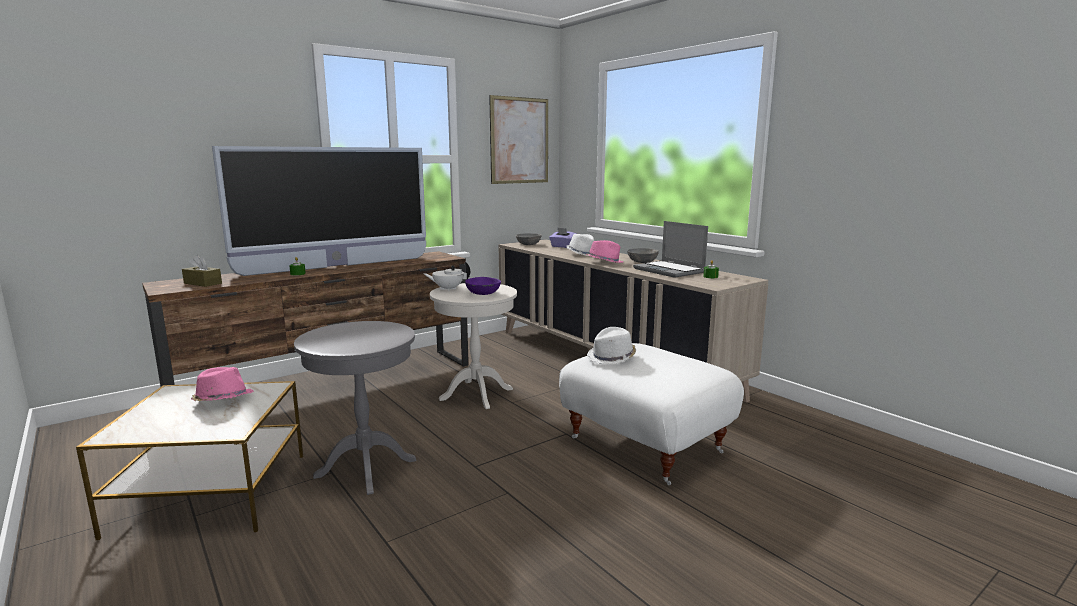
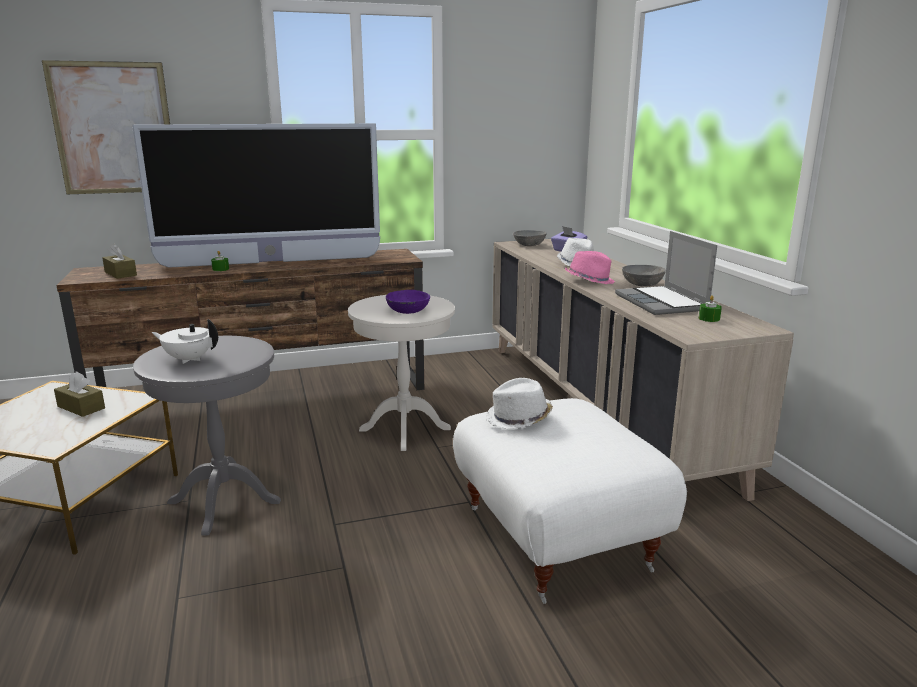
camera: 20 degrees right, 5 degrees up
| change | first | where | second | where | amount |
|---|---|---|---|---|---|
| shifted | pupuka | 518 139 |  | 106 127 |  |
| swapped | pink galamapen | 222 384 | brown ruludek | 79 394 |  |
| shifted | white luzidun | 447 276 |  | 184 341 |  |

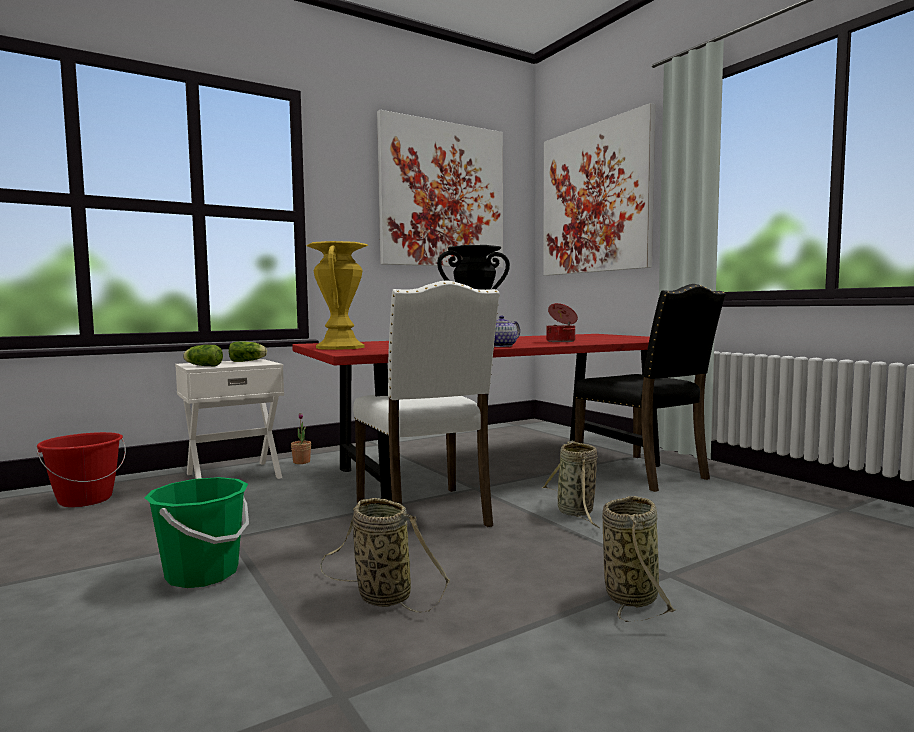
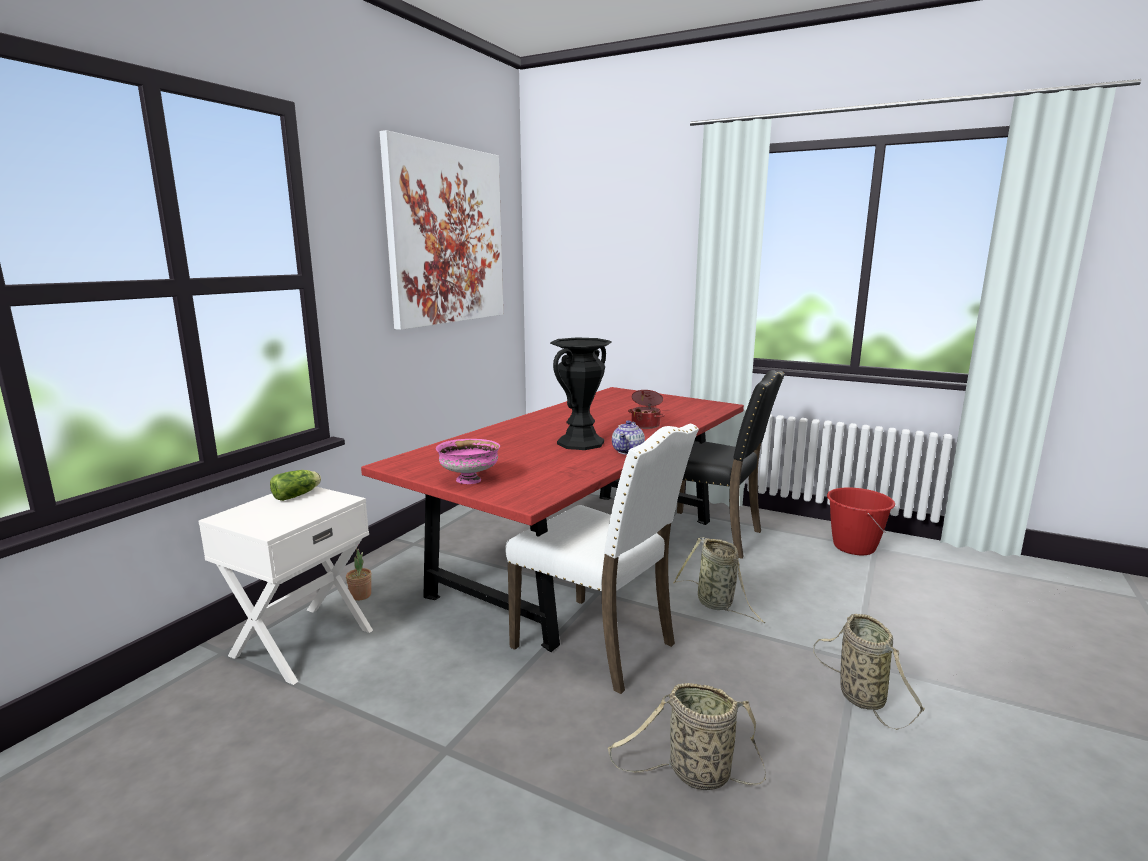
camera: 30 degrees left, 10 degrees up
| change | first | where | second | where | amount |
|---|---|---|---|---|---|
| swapped | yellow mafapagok | 337 295 | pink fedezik | 468 461 |  |
| shifted | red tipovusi | 81 469 |  | 861 521 |  |
| gone | green tipovusi | 197 532 |  |  |  |
| gone | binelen | 203 356 |  |  |  |
| gone | pupuka | 599 189 |  |  |  |

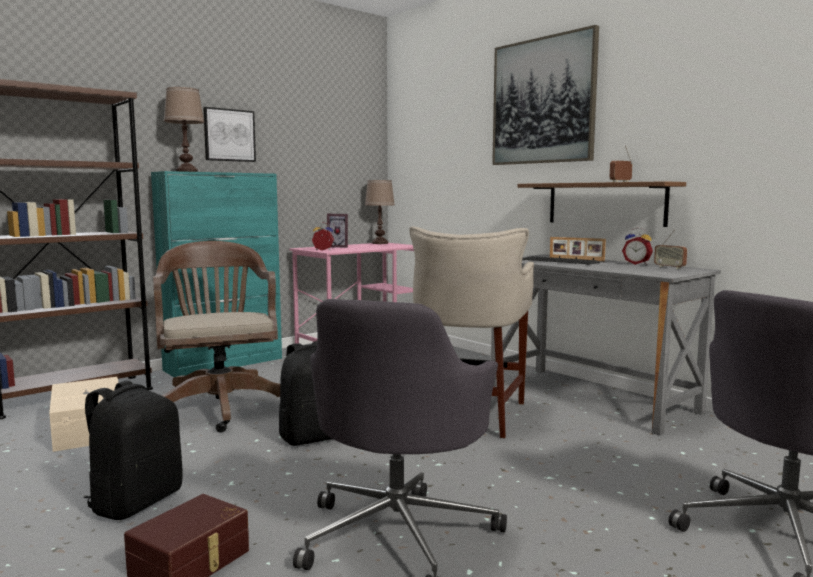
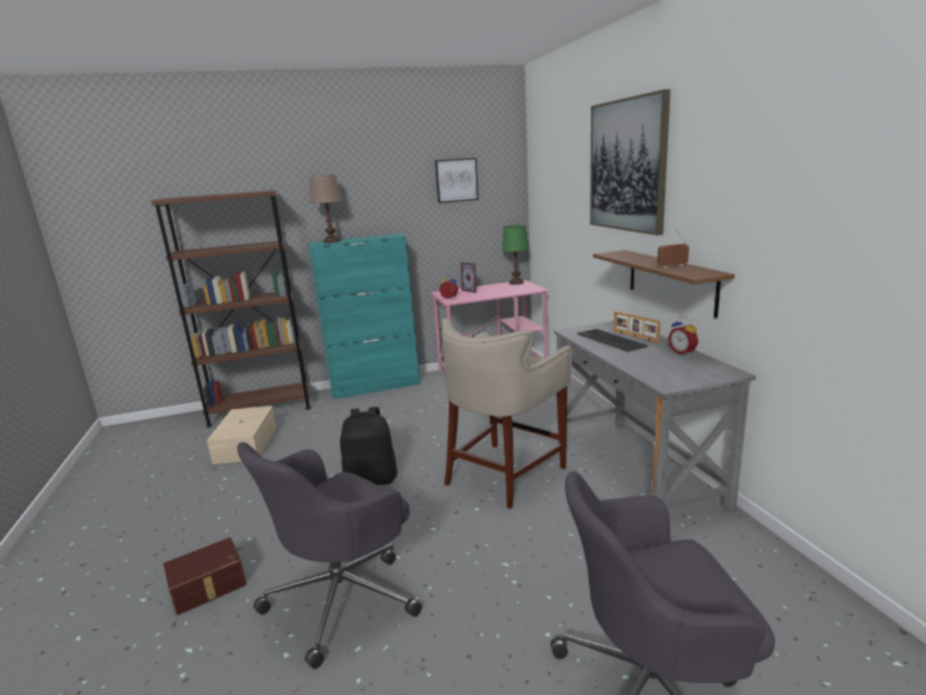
camera: 25 degrees right, 10 degrees up
| change | first | where | second | where | amount |
|---|---|---|---|---|---|
| shifted | pupuka | 229 134 |  | 456 180 |  |
| repainted | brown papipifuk | 380 212 | green papipifuk | 515 255 |  |
| gone | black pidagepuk | 133 450 |  |  |  |
| gone | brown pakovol | 216 336 |  |  |  |
| gone | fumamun | 670 249 |  |  |  |

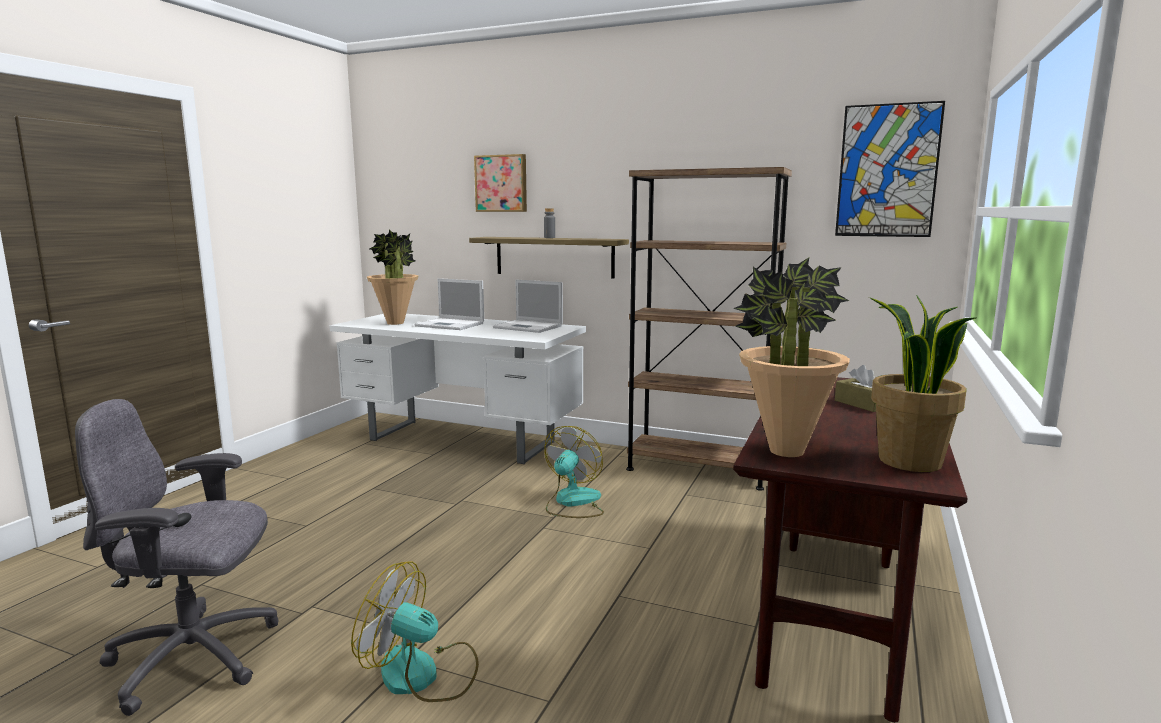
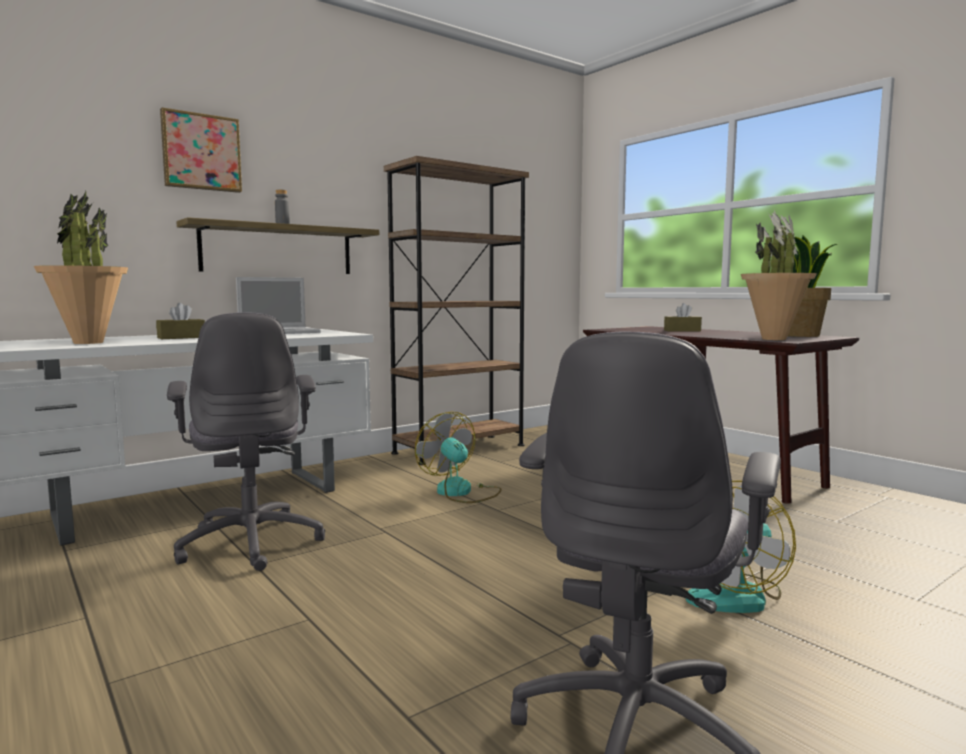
camera: 60 degrees left, 5 degrees down
| change | first | where | second | where | amount |
|---|---|---|---|---|---|
| swapped | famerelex | 449 304 | brown ruludek | 180 321 |  |
| new |  |  | grey pakovol | 246 441 |  |
| gone | pupuka | 890 169 |  |  |  |

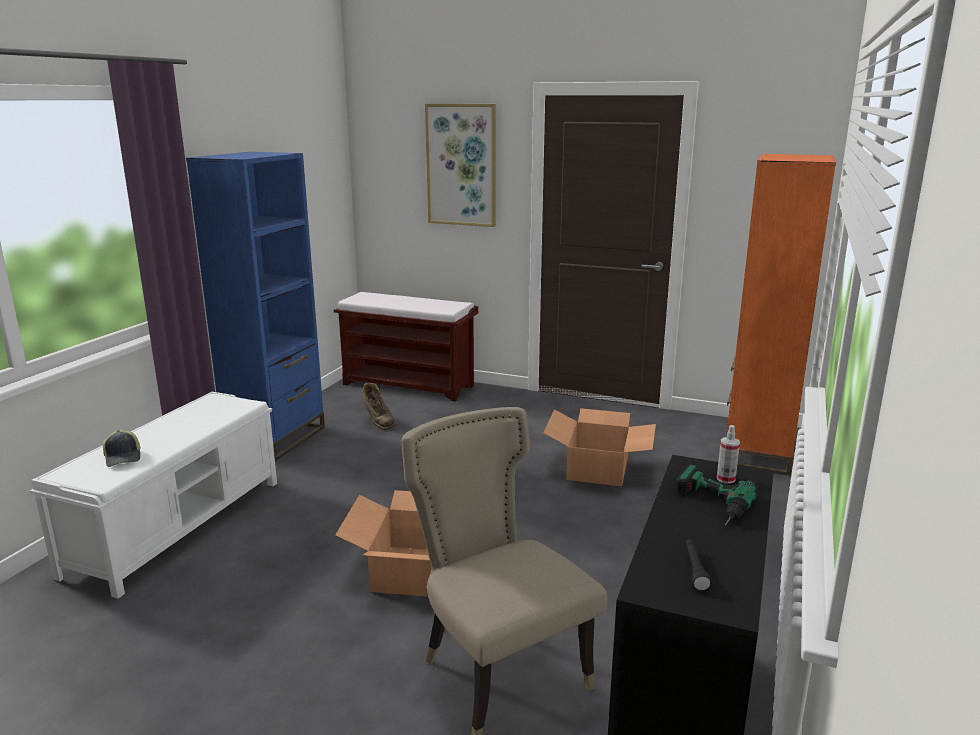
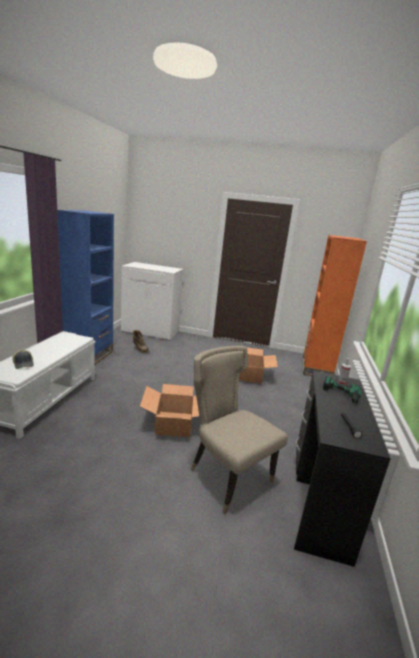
camera: 10 degrees left, 0 degrees up
| change | first | where | second | where | amount |
|---|---|---|---|---|---|
| swapped | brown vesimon | 406 346 | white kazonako | 152 301 |  |
| gone | pupuka | 460 165 |  |  |  |

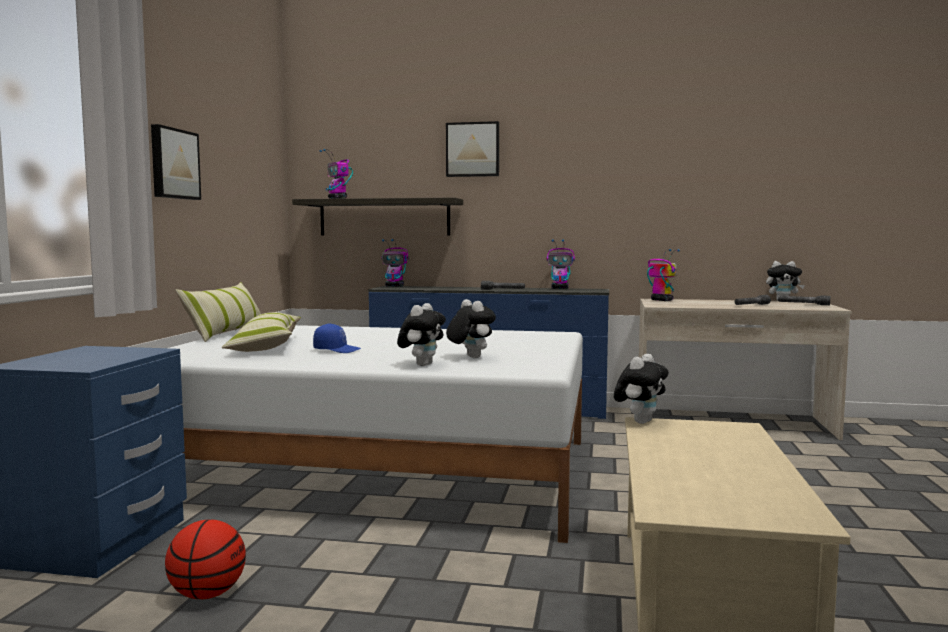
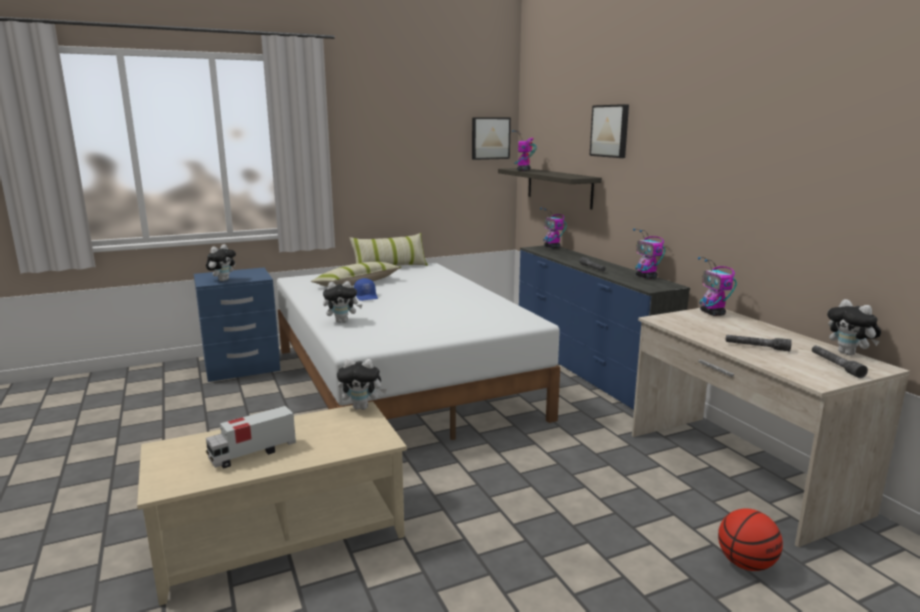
camera: 55 degrees right, 10 degrees up
| change | first | where | second | where | amount |
|---|---|---|---|---|---|
| shifted | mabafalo | 471 329 |  | 221 262 |  |
| new |  |  | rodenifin | 251 437 |  |
| shifted | pupuka | 176 162 |  | 491 138 |  |
| rotated | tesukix | 663 275 |  | 717 286 | 150 degrees clockwise |
| shifted | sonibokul | 205 559 |  | 750 540 |  |

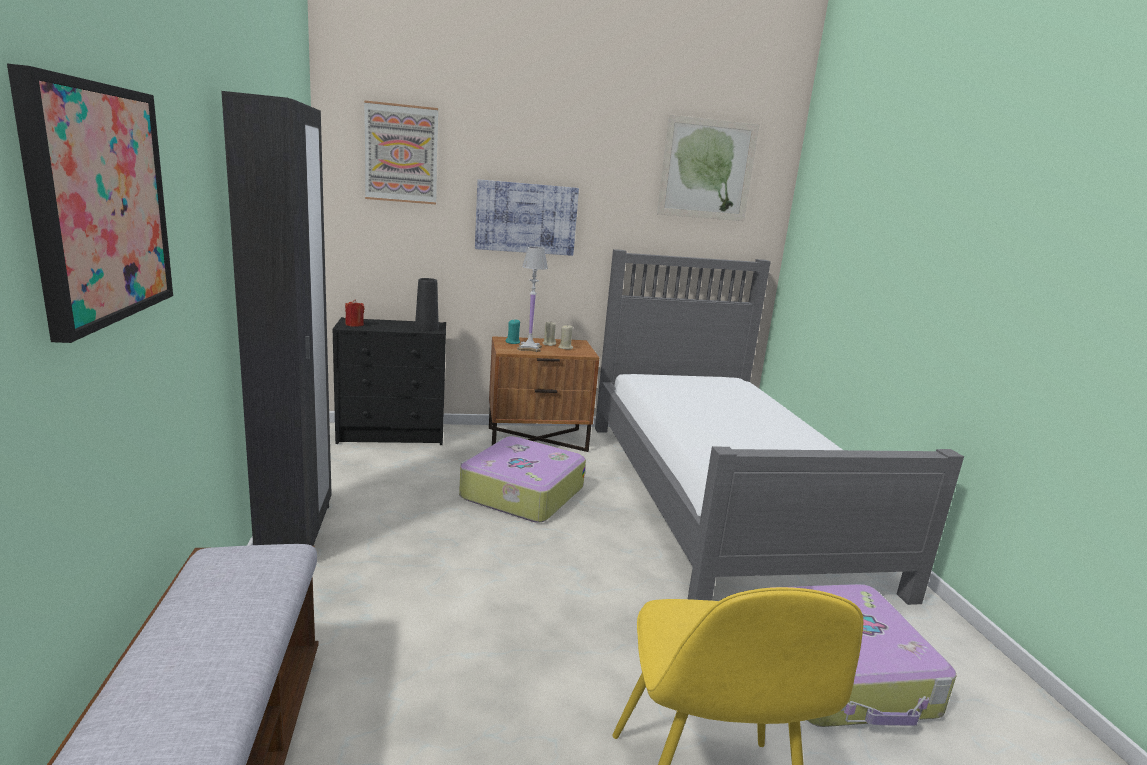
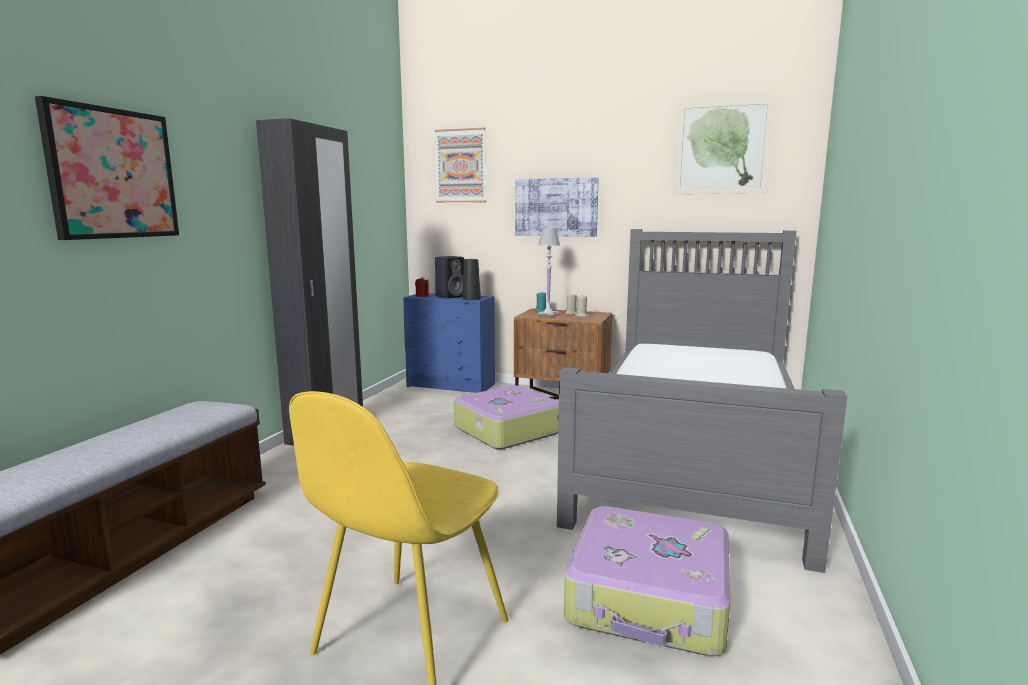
camera: 30 degrees right, 5 degrees down
| change | first | where | second | where | amount |
|---|---|---|---|---|---|
| repainted | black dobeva | 389 381 | blue dobeva | 449 343 |  |
| new |  |  | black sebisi | 449 277 |  |

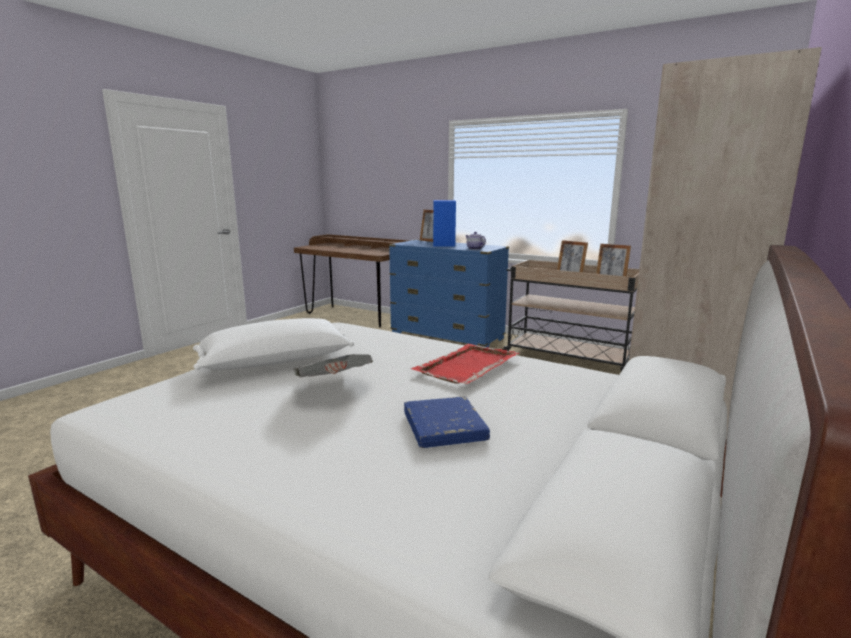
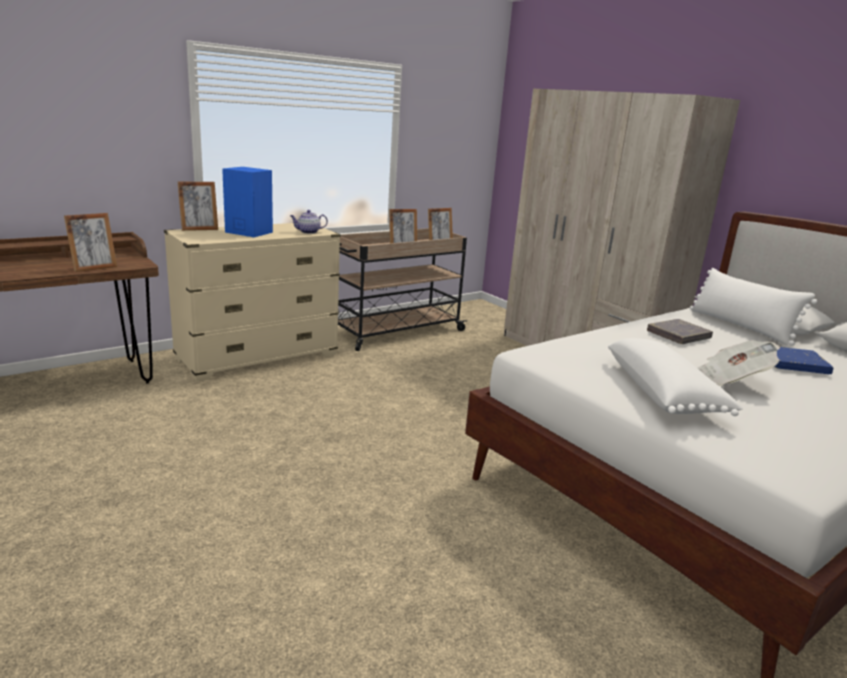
camera: 70 degrees left, 5 degrees up
| change | first | where | second | where | amount |
|---|---|---|---|---|---|
| new |  |  | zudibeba | 90 242 |  |
| repainted | blue dobeva | 449 293 | beige dobeva | 252 302 |  |
| swapped | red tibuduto | 465 364 | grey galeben | 680 331 |  |
| new |  |  | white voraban | 753 306 |  |

